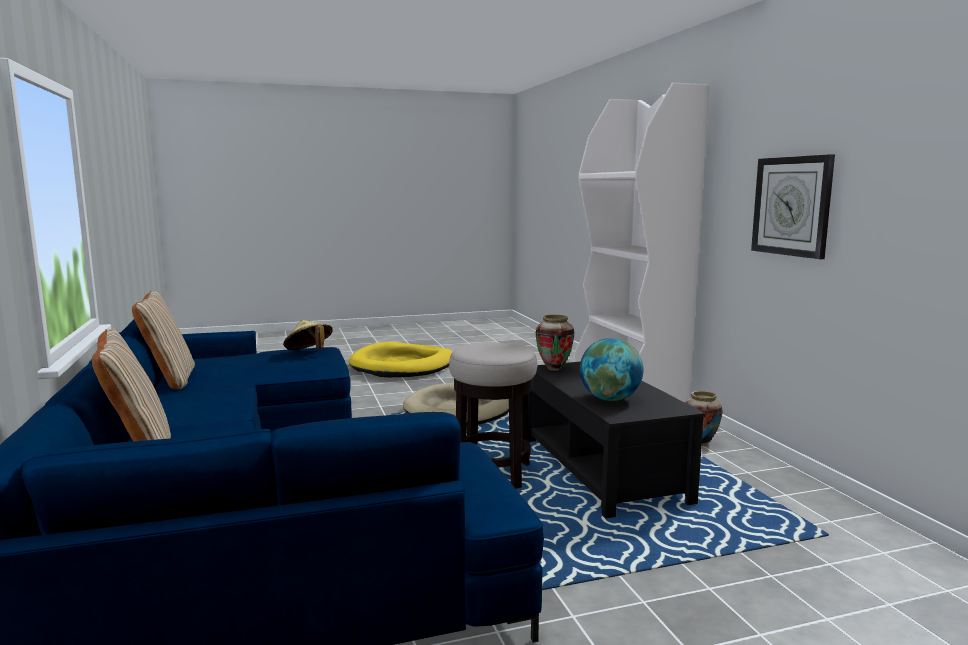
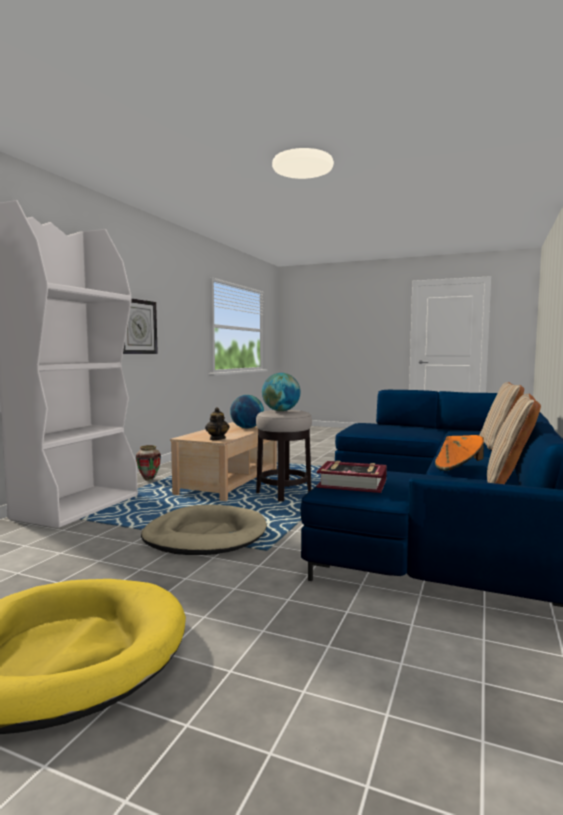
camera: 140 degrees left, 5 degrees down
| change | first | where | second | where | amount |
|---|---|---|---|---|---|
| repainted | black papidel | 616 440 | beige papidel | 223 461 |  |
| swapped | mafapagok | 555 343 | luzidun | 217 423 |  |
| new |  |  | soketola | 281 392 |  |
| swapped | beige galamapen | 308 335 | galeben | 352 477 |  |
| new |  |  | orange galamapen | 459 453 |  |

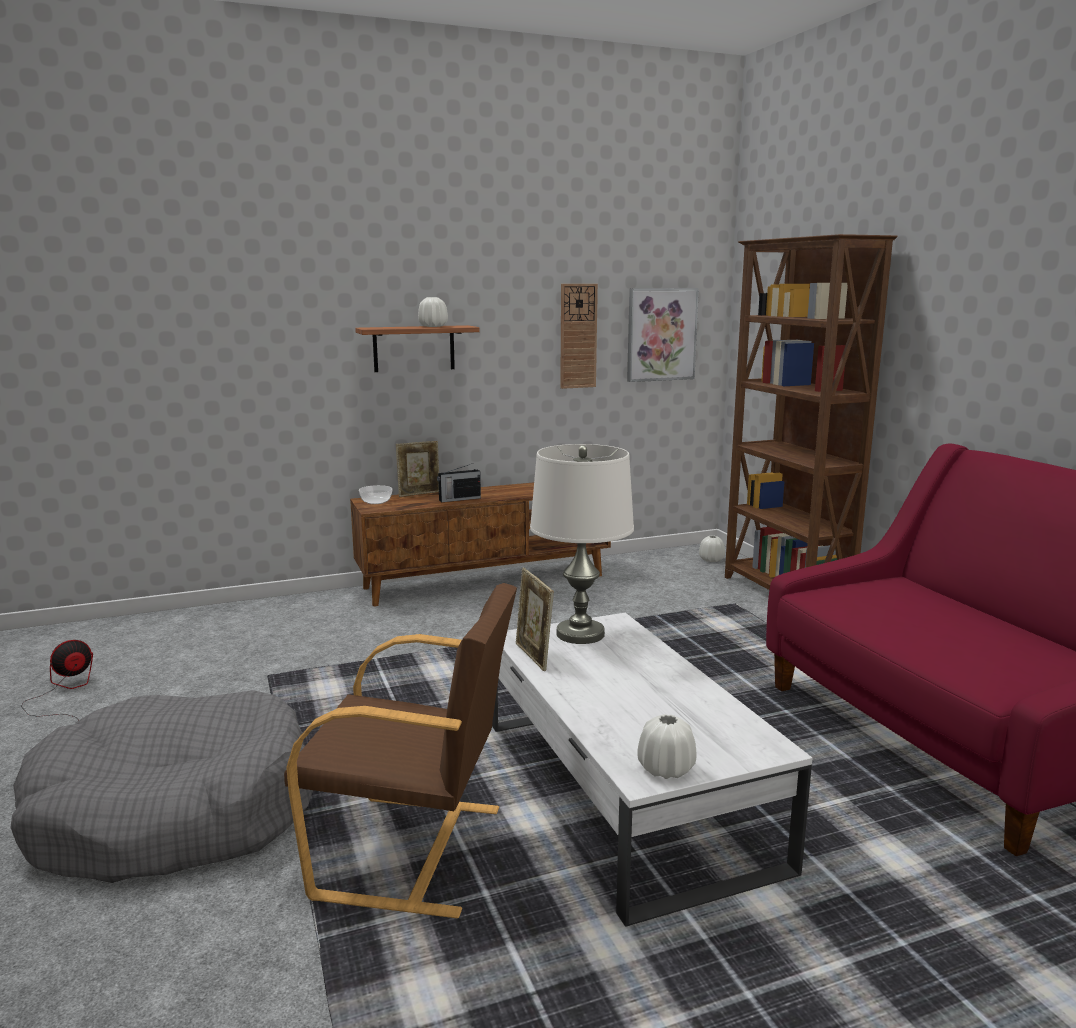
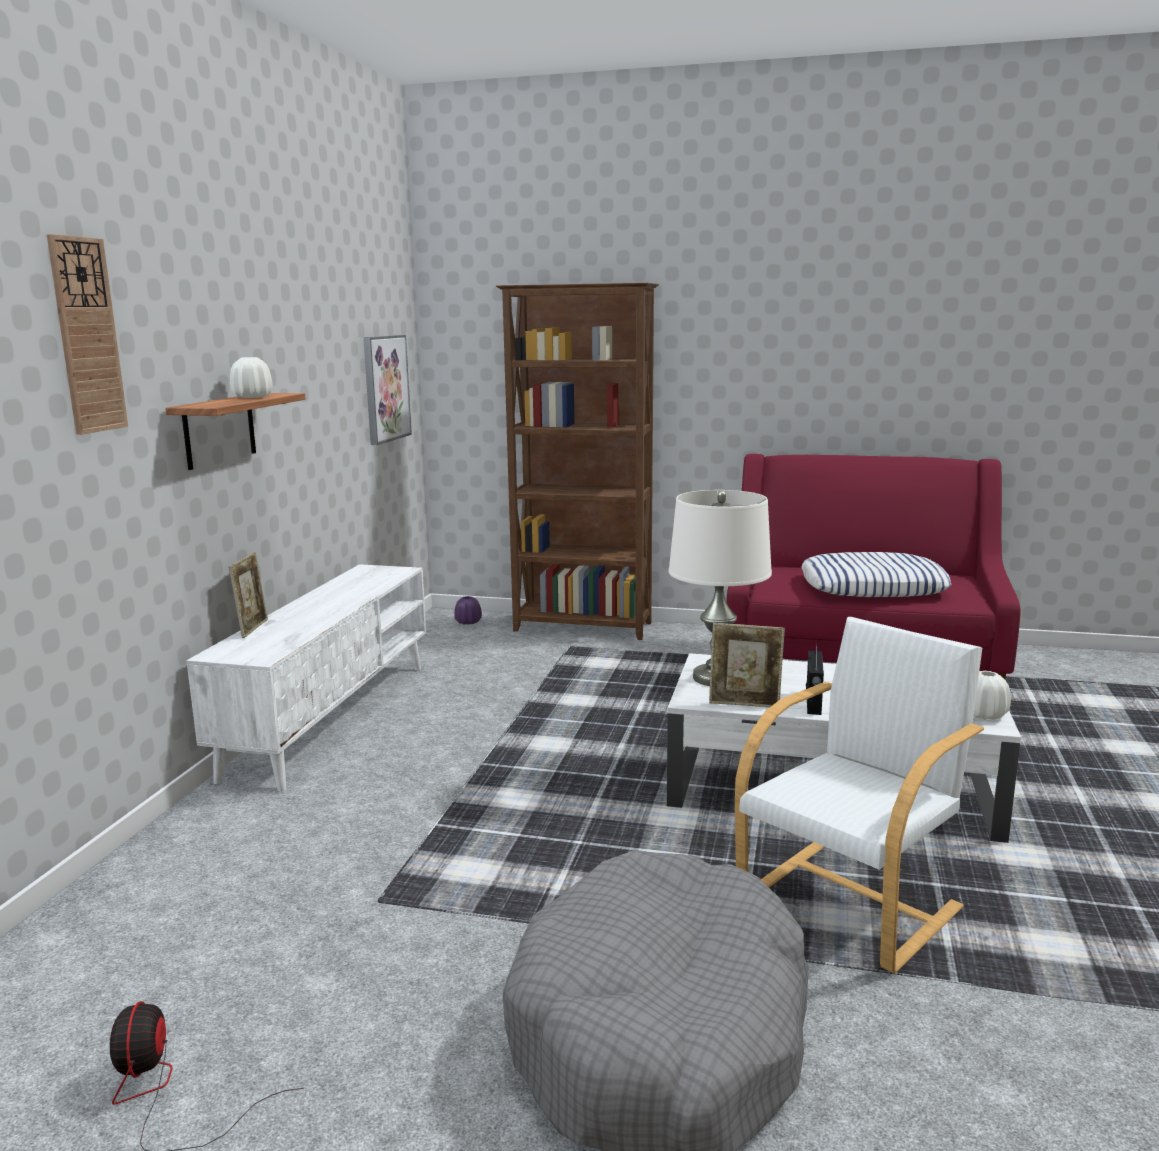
camera: 55 degrees left, 0 degrees up
| change | first | where | second | where | amount |
|---|---|---|---|---|---|
| shifted | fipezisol | 579 336 |  | 87 334 |  |
| repainted | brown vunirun | 480 544 | white vunirun | 306 678 |  |
| repainted | white mafapagok | 712 548 | purple mafapagok | 468 610 |  |
| repainted | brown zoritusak | 400 750 | white zoritusak | 859 795 |  |
| new |  |  | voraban | 876 574 |  |
| shifted | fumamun | 459 482 |  | 815 678 |  |
| gone | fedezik | 376 494 |  |  |  |

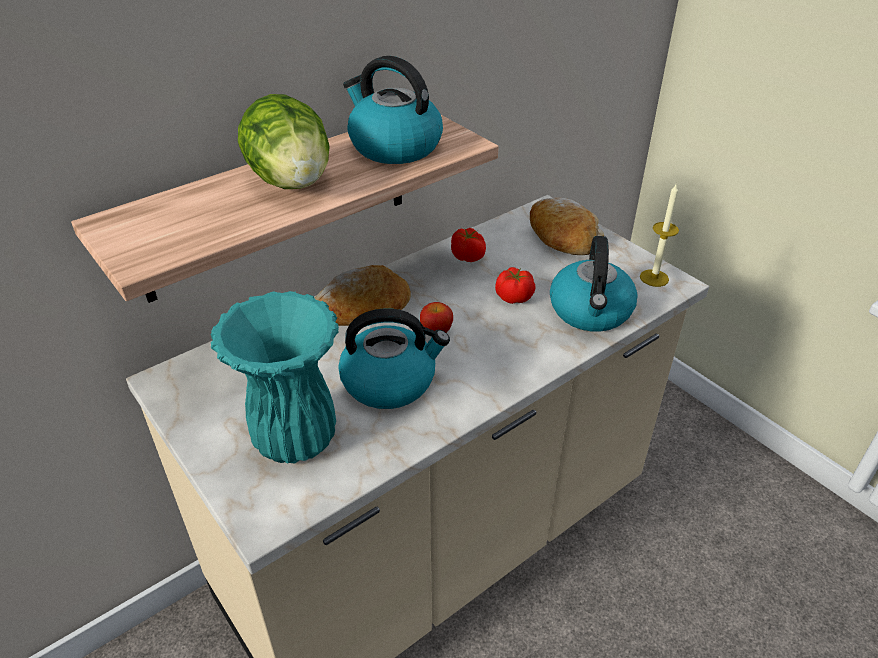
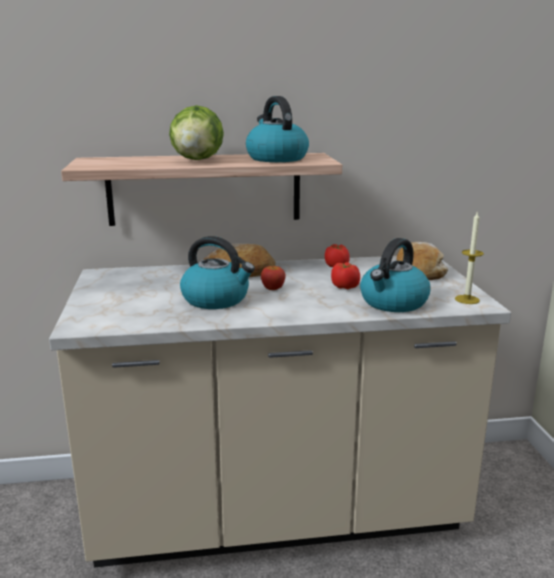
camera: 30 degrees right, 20 degrees down
| change | first | where | second | where | amount |
|---|---|---|---|---|---|
| gone | turquoise mafapagok | 275 377 |  |  |  |

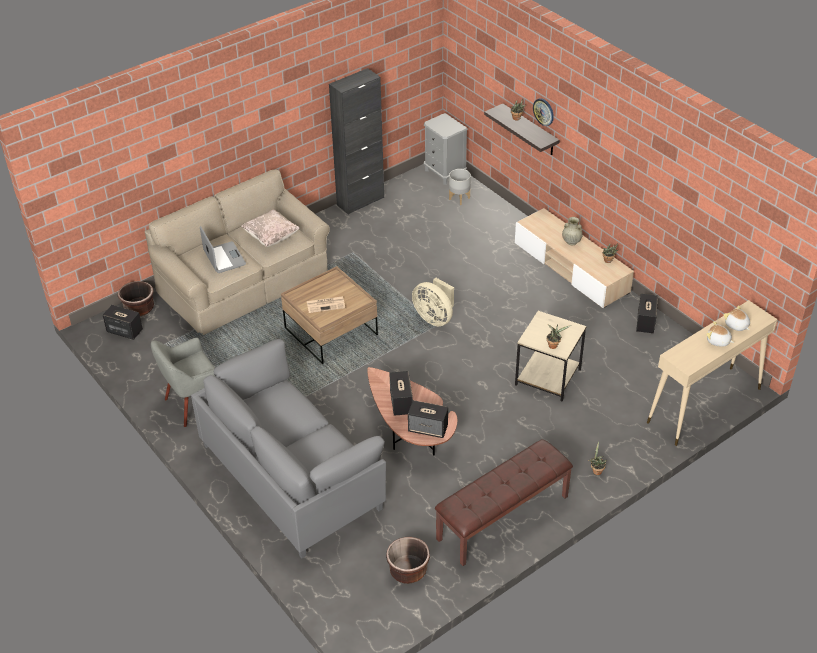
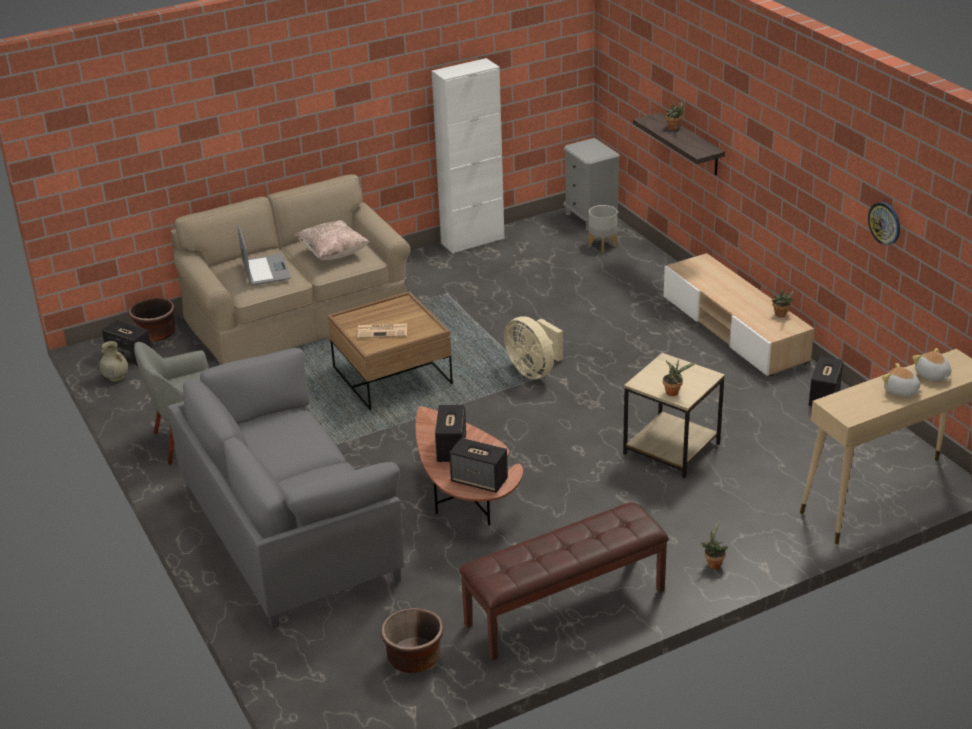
camera: 10 degrees right, 10 degrees down
| change | first | where | second | where | amount |
|---|---|---|---|---|---|
| shifted | beige mafapagok | 572 231 |  | 113 361 |  |
| repainted | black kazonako | 356 141 | white kazonako | 468 156 |  |
| shifted | fipezisol | 543 112 |  | 884 223 |  |

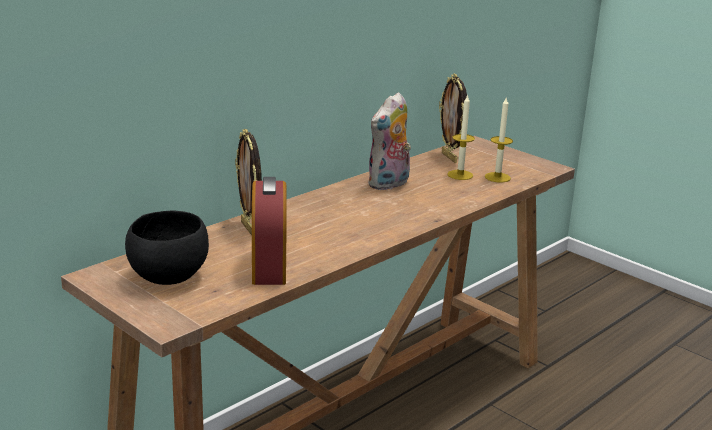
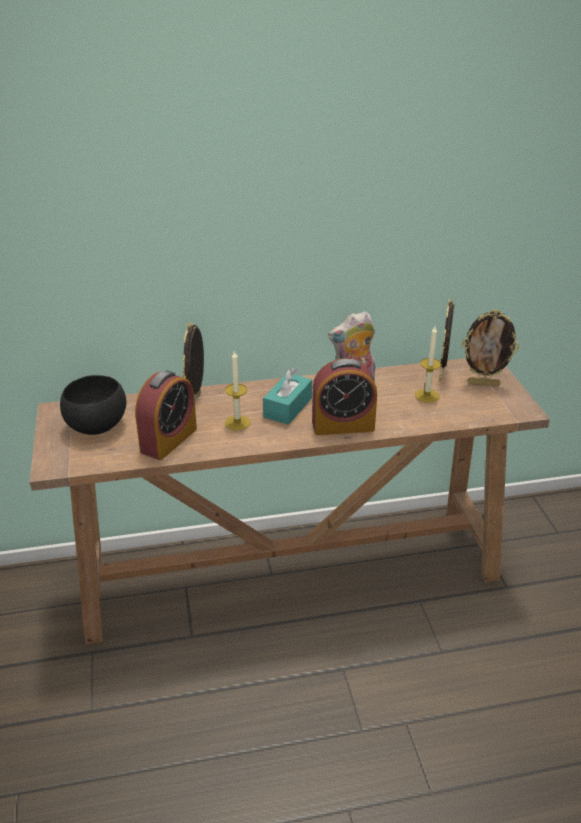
camera: 35 degrees right, 10 degrees up
| change | first | where | second | where | amount |
|---|---|---|---|---|---|
| shifted | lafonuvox | 499 139 |  | 238 390 |  |
| new |  |  | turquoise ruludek | 287 396 |  |
| new |  |  | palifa | 344 396 |  |
| new |  |  | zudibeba | 490 348 |  |

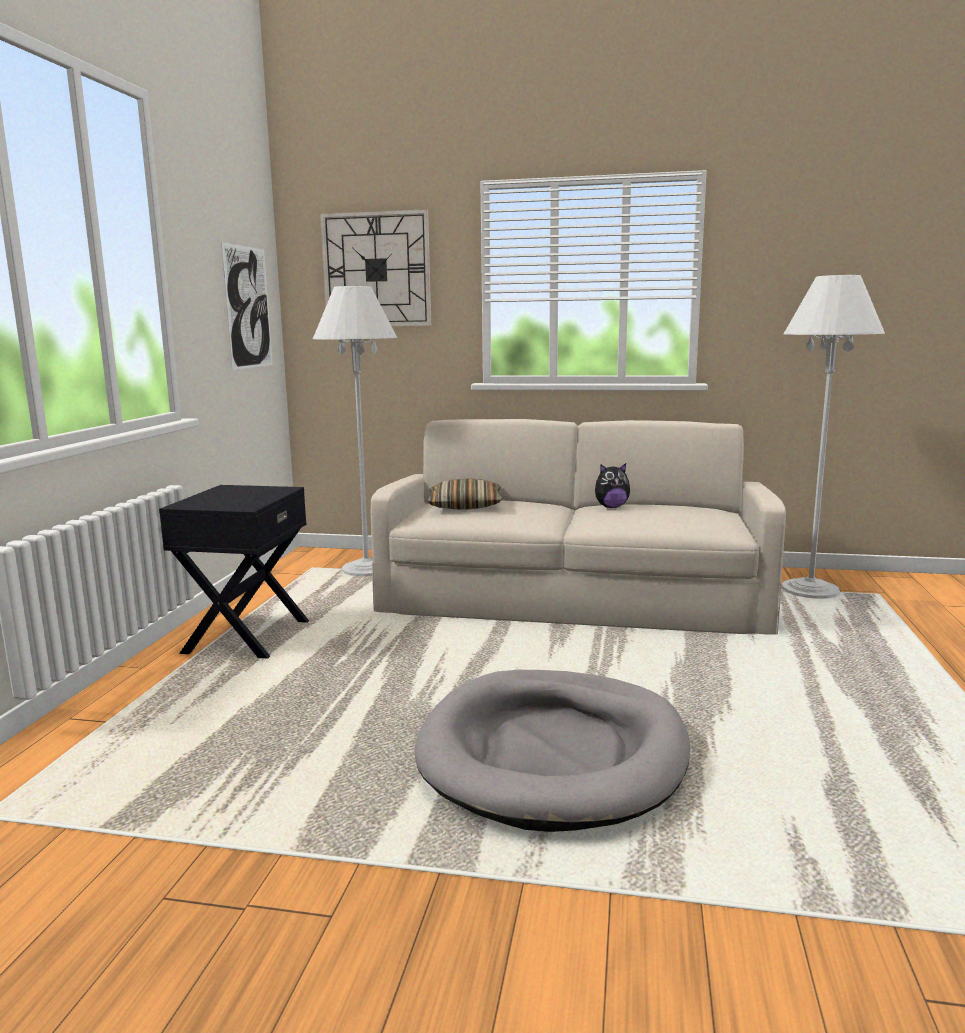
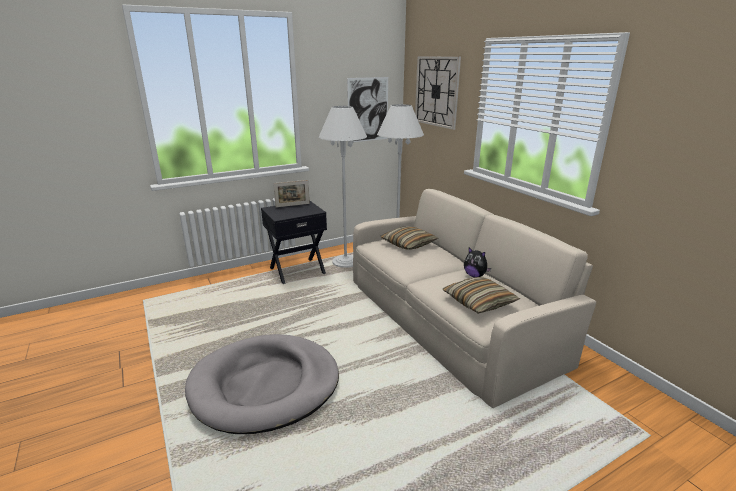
camera: 50 degrees right, 10 degrees up
| change | first | where | second | where | amount |
|---|---|---|---|---|---|
| new |  |  | zudibeba | 291 193 |  |
| shifted | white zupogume | 833 437 |  | 343 187 |  |
| new |  |  | voraban | 481 295 |  |

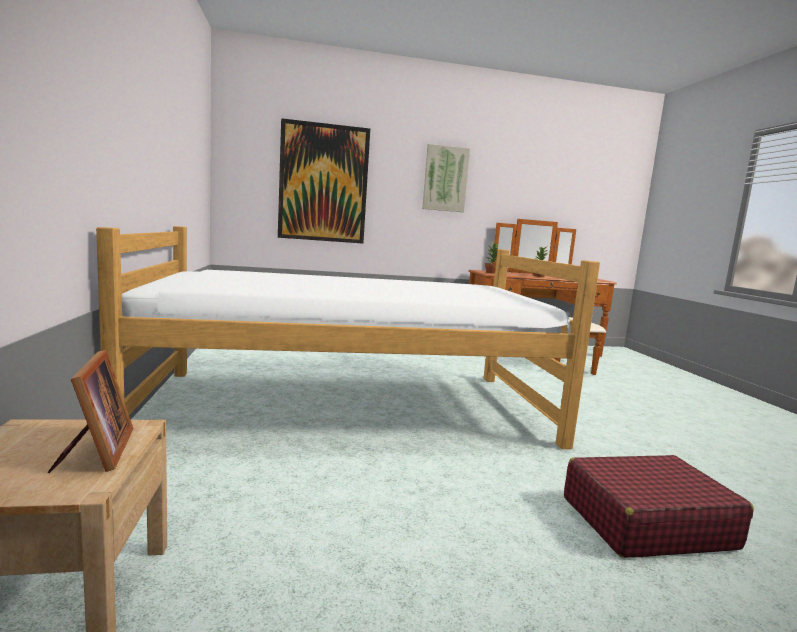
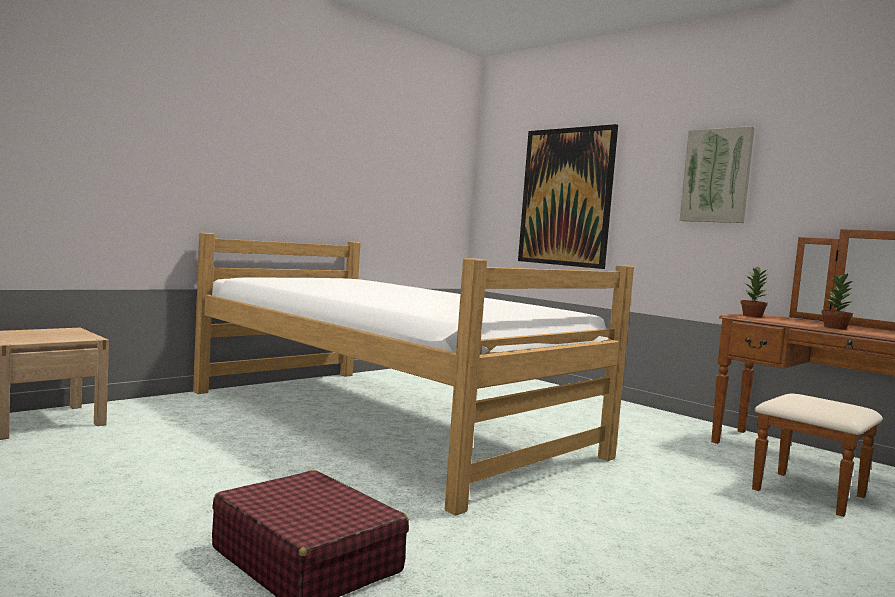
camera: 55 degrees right, 5 degrees down
| change | first | where | second | where | amount |
|---|---|---|---|---|---|
| gone | zudibeba | 90 411 |  |  |  |

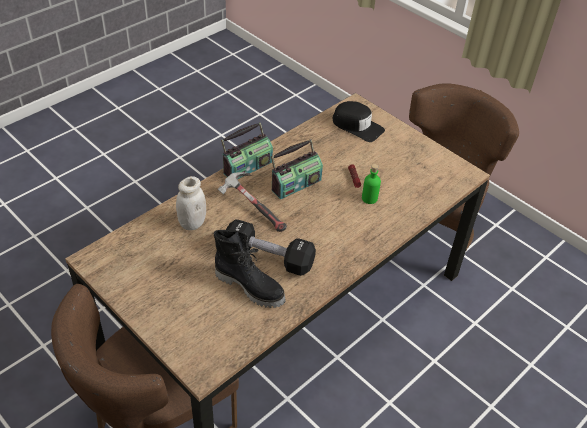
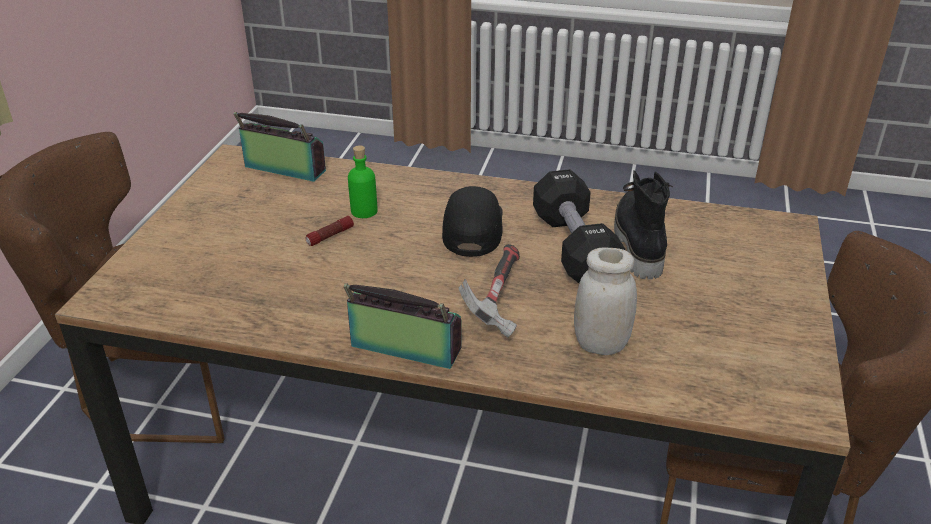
camera: 120 degrees left, 10 degrees down
| change | first | where | second | where | amount |
|---|---|---|---|---|---|
| shifted | fumamun | 297 169 |  | 280 147 |  |
| shifted | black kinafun | 359 121 |  | 472 221 |  |

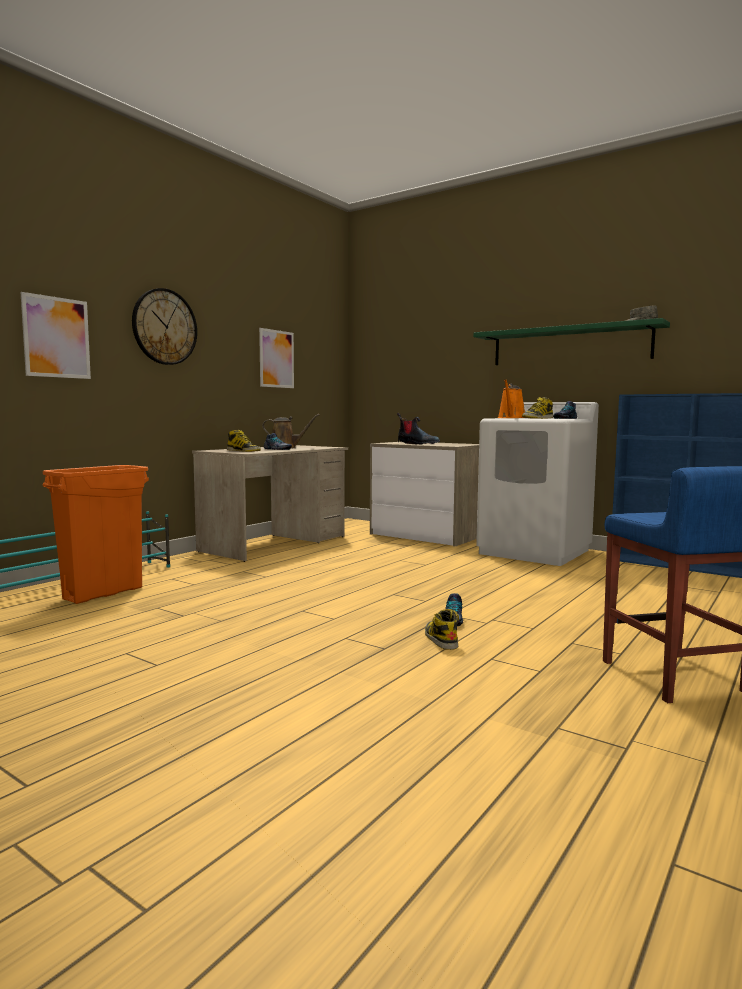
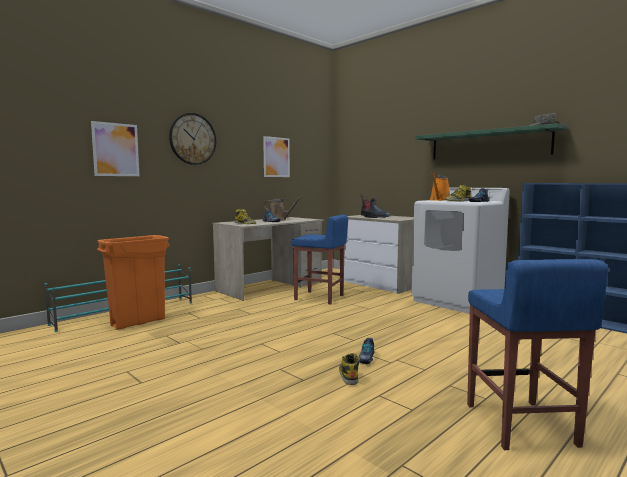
camera: 10 degrees right, 0 degrees up
| change | first | where | second | where | amount |
|---|---|---|---|---|---|
| new |  |  | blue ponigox | 320 259 |  |

